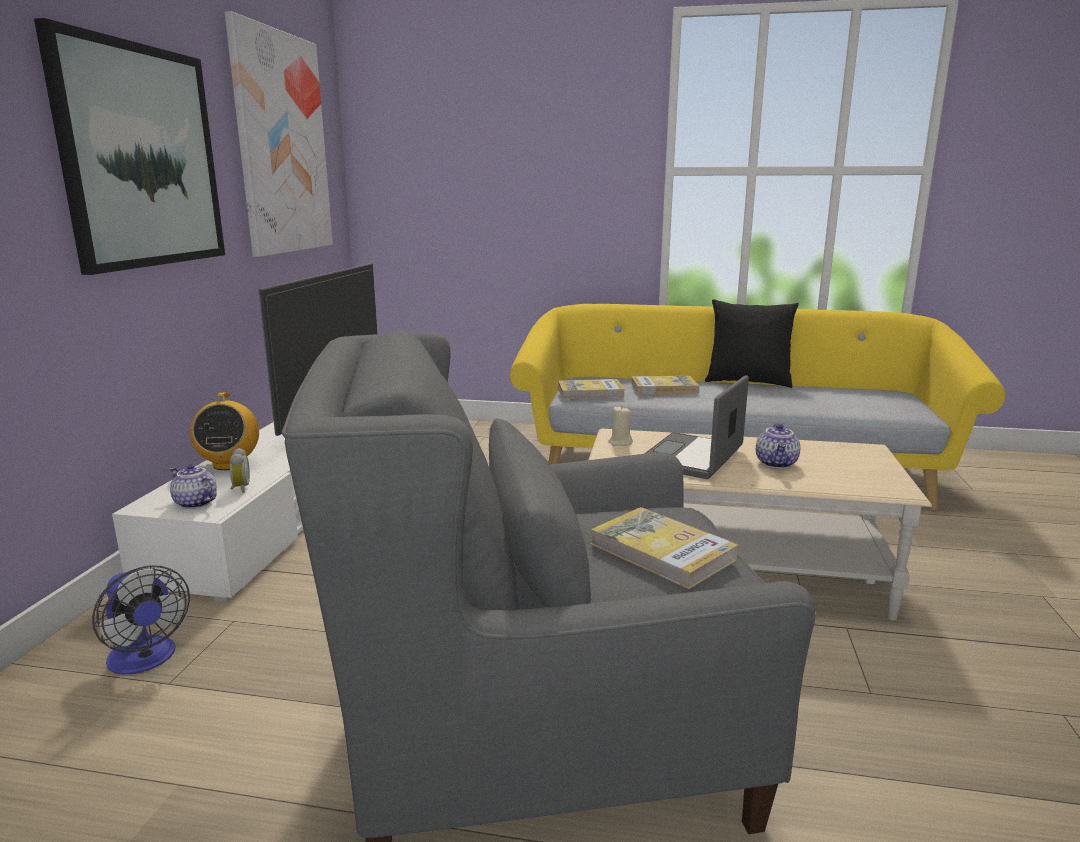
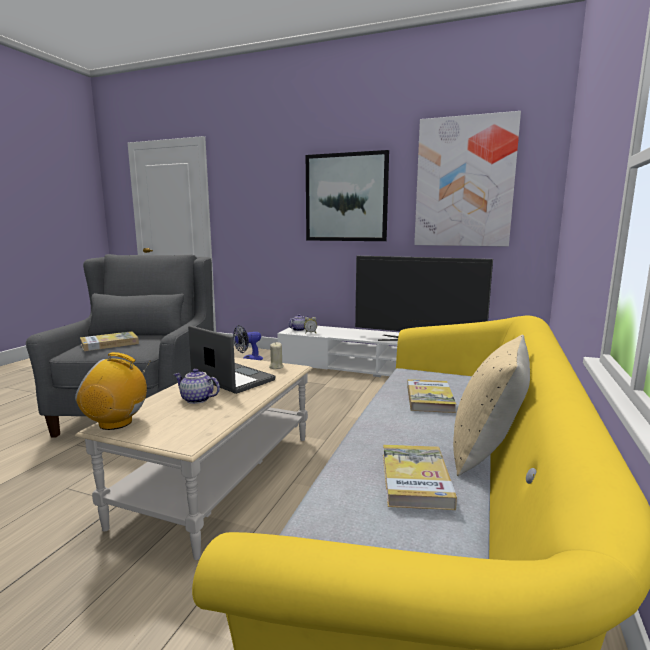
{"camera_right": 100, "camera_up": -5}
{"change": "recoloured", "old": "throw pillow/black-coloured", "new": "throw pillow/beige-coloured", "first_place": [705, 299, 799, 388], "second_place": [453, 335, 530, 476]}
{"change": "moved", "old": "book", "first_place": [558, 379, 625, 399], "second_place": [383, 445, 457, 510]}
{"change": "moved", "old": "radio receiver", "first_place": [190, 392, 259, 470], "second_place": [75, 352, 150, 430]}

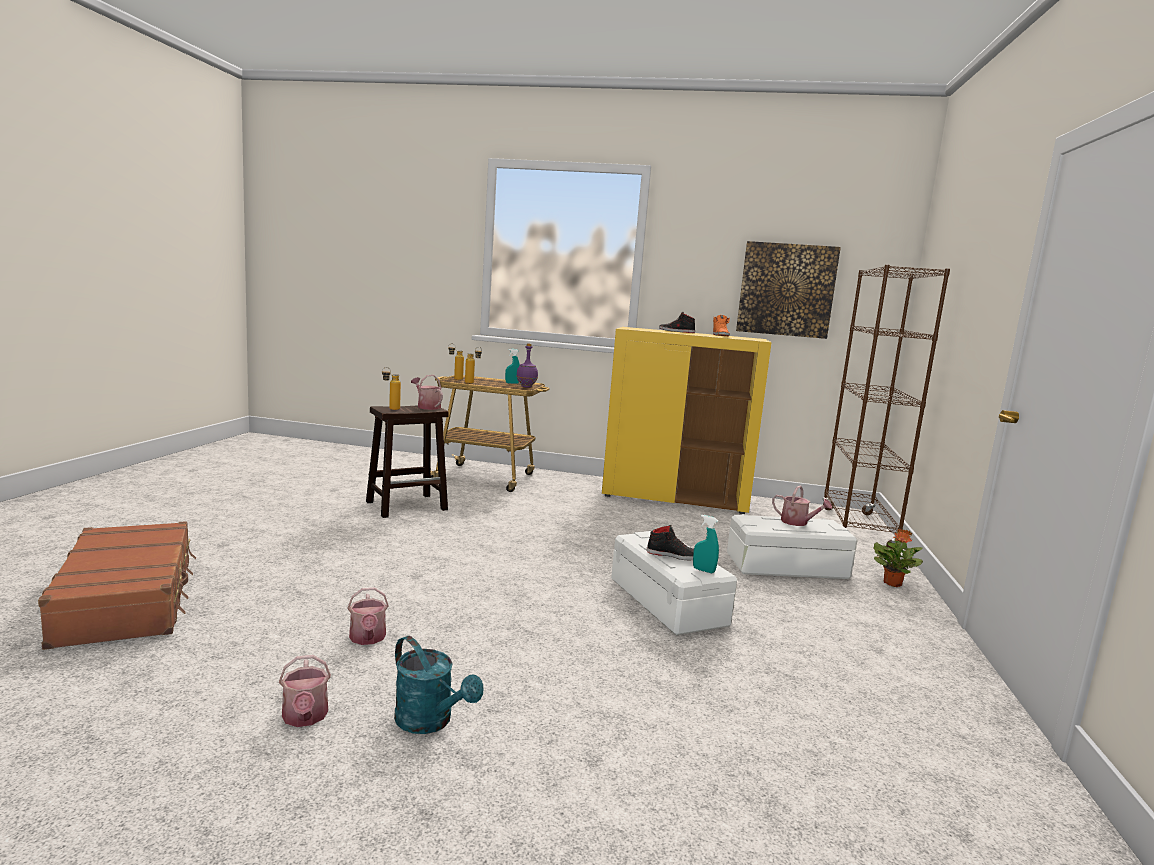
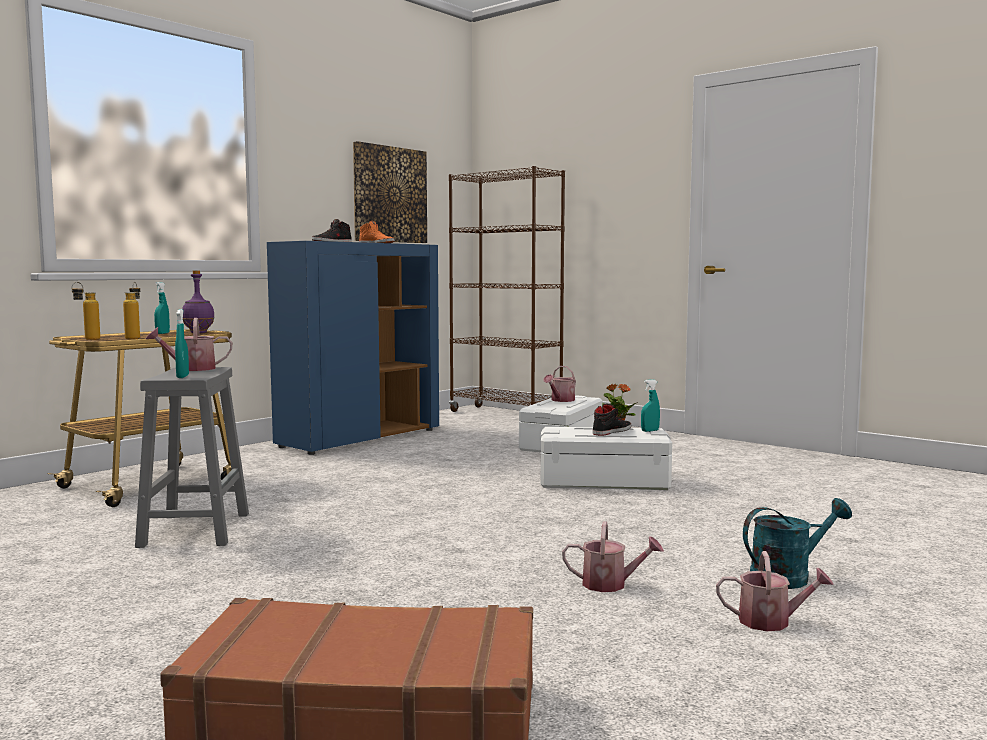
{"camera_right": -60, "camera_up": -5}
{"change": "recoloured", "old": "cabinet/yellow-coloured", "new": "cabinet/blue-coloured", "first_place": [602, 327, 772, 514], "second_place": [267, 241, 439, 455]}
{"change": "replaced", "old": "beverage bottle", "new": "spray bottle/blue-green", "first_place": [382, 367, 401, 410], "second_place": [175, 309, 189, 378]}
{"change": "recoloured", "old": "stool/brown", "new": "stool/gray", "first_place": [366, 405, 448, 518], "second_place": [135, 367, 249, 548]}
{"change": "turned", "old": "watering pot", "first_place": [772, 485, 832, 526], "second_place": [544, 366, 576, 402], "degrees": 150}

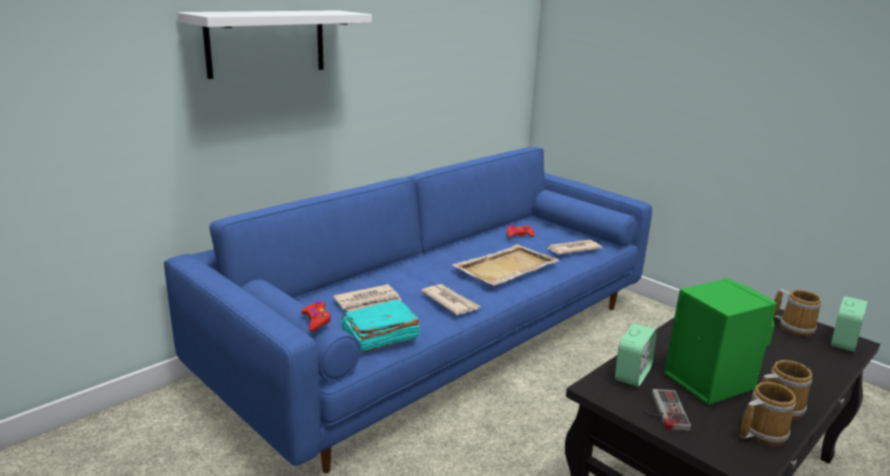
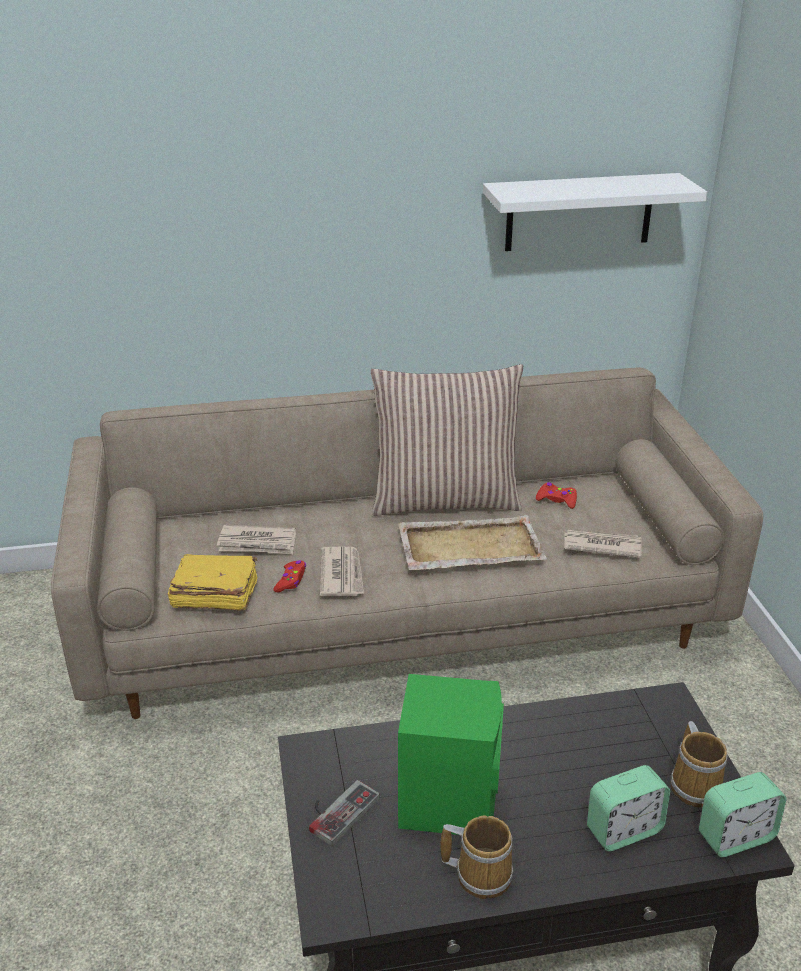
{"camera_right": 35, "camera_up": 10}
{"change": "moved", "old": "bracket shelf/white-coloured", "first_place": [177, 10, 372, 79], "second_place": [483, 173, 707, 251]}
{"change": "recoloured", "old": "settee/blue-coloured", "new": "settee/beige-coloured", "first_place": [164, 147, 652, 473], "second_place": [51, 367, 763, 719]}
{"change": "recoloured", "old": "book/blue-green", "new": "book/yellow-coloured", "first_place": [341, 300, 420, 354], "second_place": [168, 554, 257, 610]}
{"change": "moved", "old": "joypad/reddish", "first_place": [301, 301, 331, 332], "second_place": [273, 560, 306, 592]}
{"change": "moved", "old": "bedside clock", "first_place": [615, 323, 657, 387], "second_place": [587, 765, 670, 851]}
{"change": "removed", "old": "mug", "first_place": [740, 382, 796, 446]}
{"change": "added", "new": "throw pillow", "second_place": [371, 364, 523, 516]}

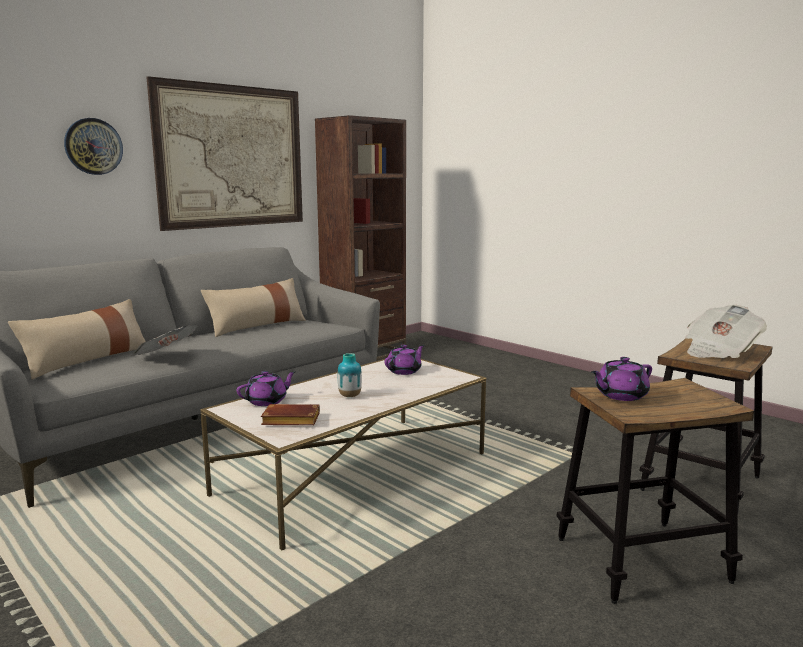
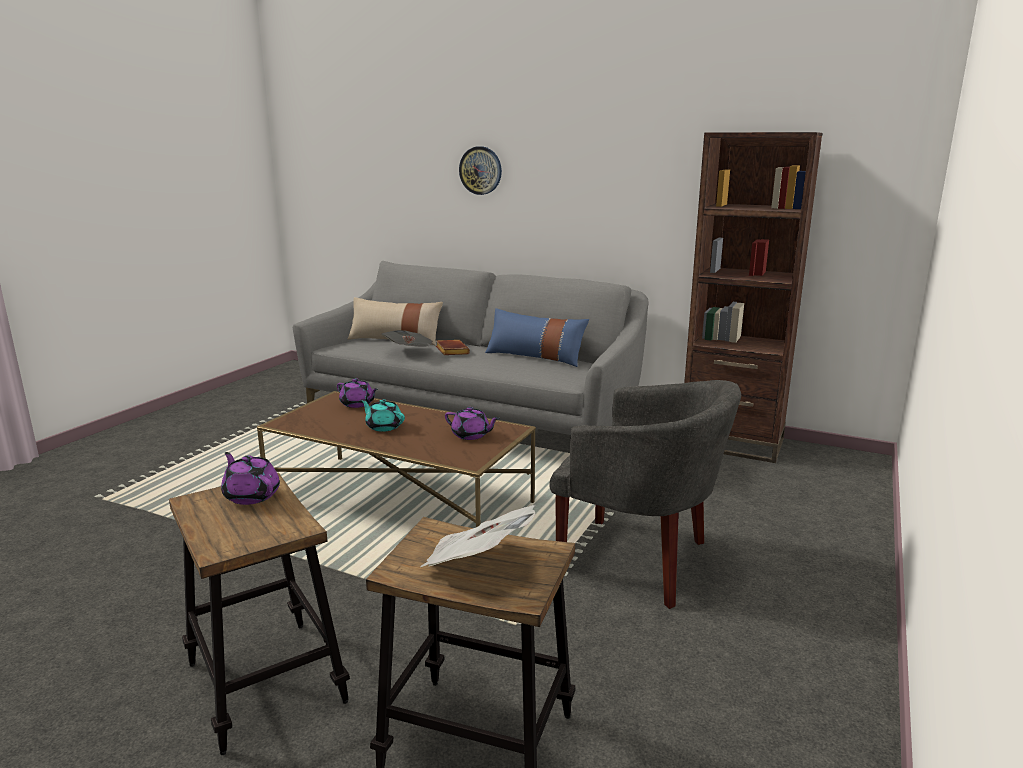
{"camera_right": 70, "camera_up": 5}
{"change": "removed", "old": "wall picture", "first_place": [146, 76, 303, 231]}
{"change": "recoloured", "old": "throw pillow/beige-coloured", "new": "throw pillow/blue-coloured", "first_place": [201, 278, 306, 337], "second_place": [485, 308, 589, 367]}
{"change": "replaced", "old": "flower vase", "new": "teapot/blue-green", "first_place": [338, 353, 362, 397], "second_place": [361, 399, 405, 432]}
{"change": "recoloured", "old": "lounge table/white-coloured", "new": "lounge table/brown", "first_place": [200, 359, 486, 550], "second_place": [257, 391, 536, 527]}
{"change": "moved", "old": "book/brown", "first_place": [261, 404, 320, 425], "second_place": [436, 340, 470, 355]}
{"change": "added", "new": "easy chair/gray", "second_place": [550, 380, 741, 609]}

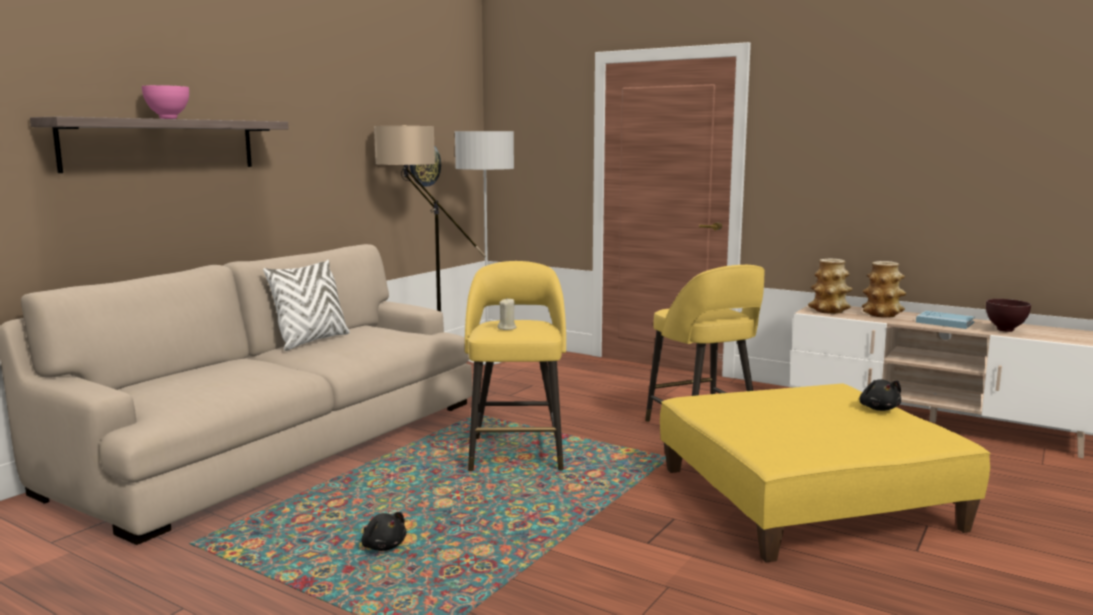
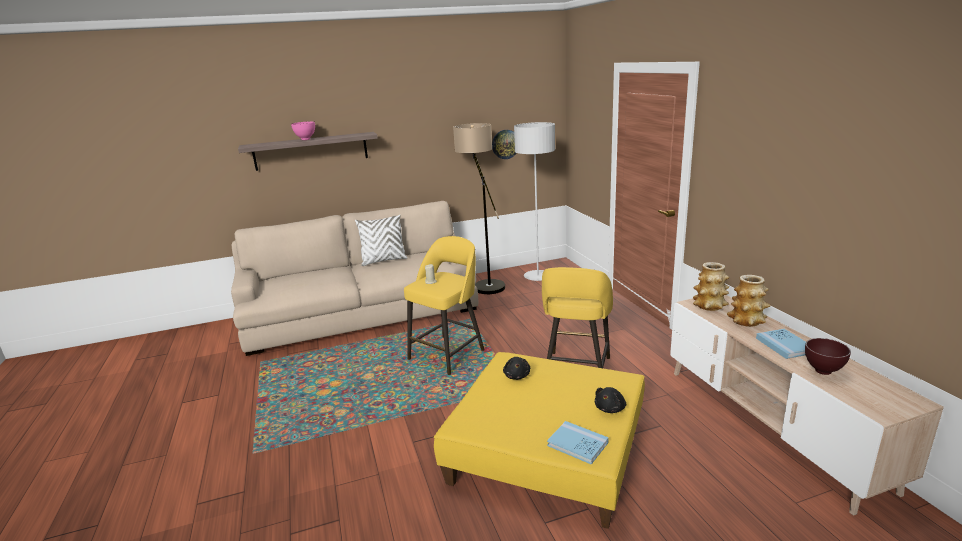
{"camera_right": 40, "camera_up": 10}
{"change": "moved", "old": "plush toy/black-coloured", "first_place": [361, 512, 407, 551], "second_place": [503, 357, 530, 380]}
{"change": "added", "new": "book/blue-coloured", "second_place": [547, 421, 609, 464]}

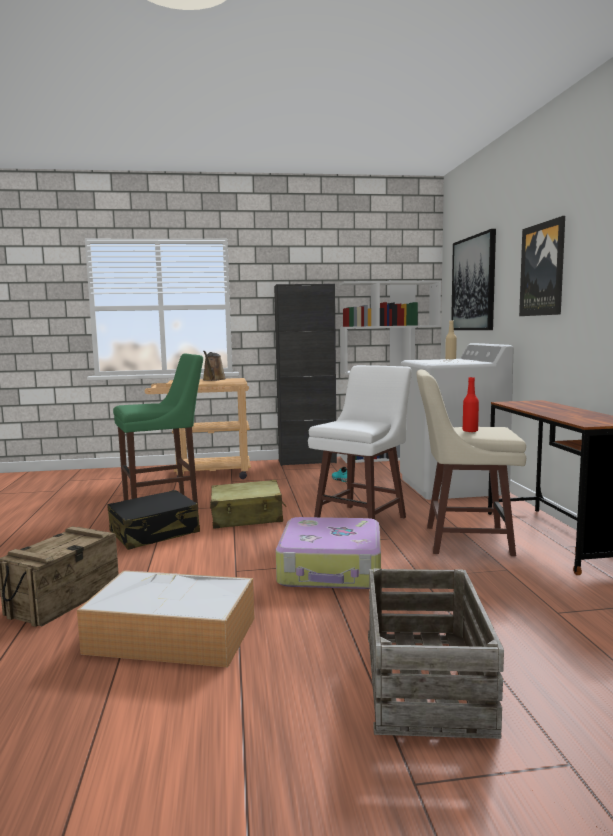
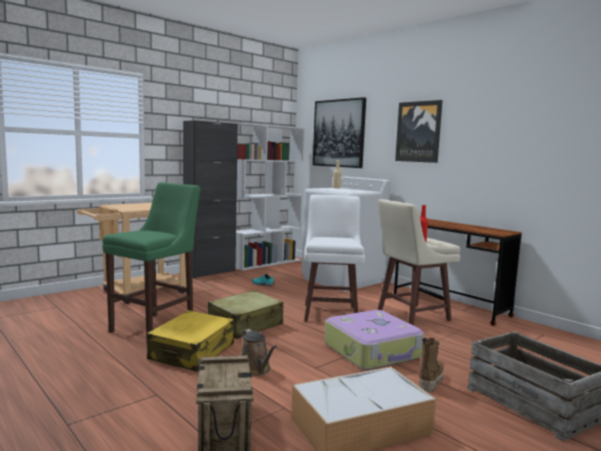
{"camera_right": -35, "camera_up": 0}
{"change": "moved", "old": "watering pot/brown", "first_place": [203, 351, 226, 381], "second_place": [240, 329, 277, 376]}
{"change": "recoloured", "old": "travel case/black-coloured", "new": "travel case/yellow-coloured", "first_place": [107, 490, 200, 550], "second_place": [147, 310, 234, 372]}
{"change": "added", "new": "high-top boot", "second_place": [419, 338, 444, 392]}

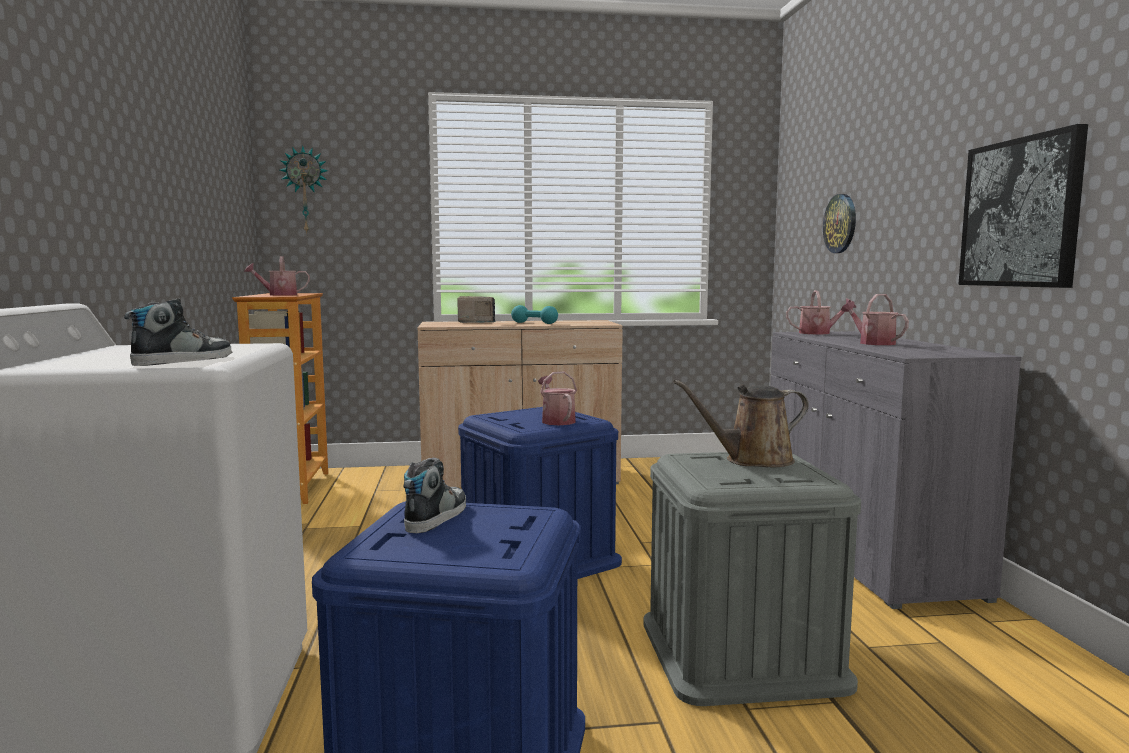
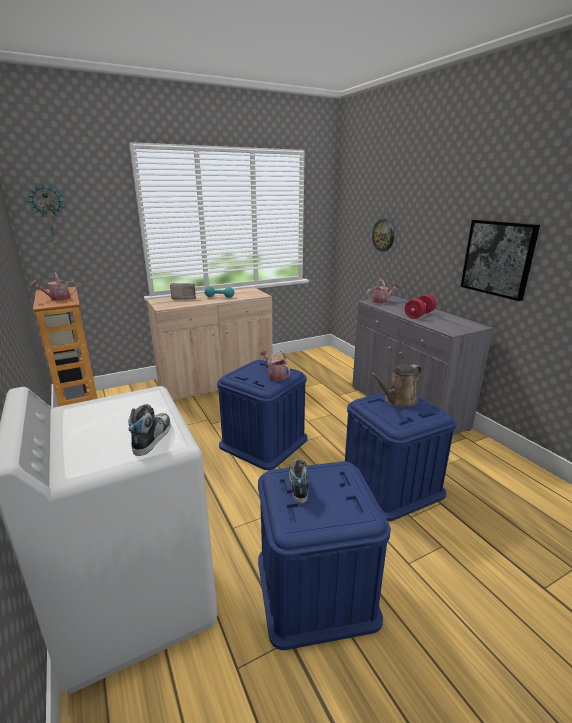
{"camera_right": -20, "camera_up": 15}
{"change": "replaced", "old": "watering pot", "new": "free weight/reddish", "first_place": [841, 294, 909, 345], "second_place": [405, 294, 436, 319]}
{"change": "recoloured", "old": "storage box/gray", "new": "storage box/blue-coloured", "first_place": [643, 452, 861, 706], "second_place": [345, 392, 456, 521]}

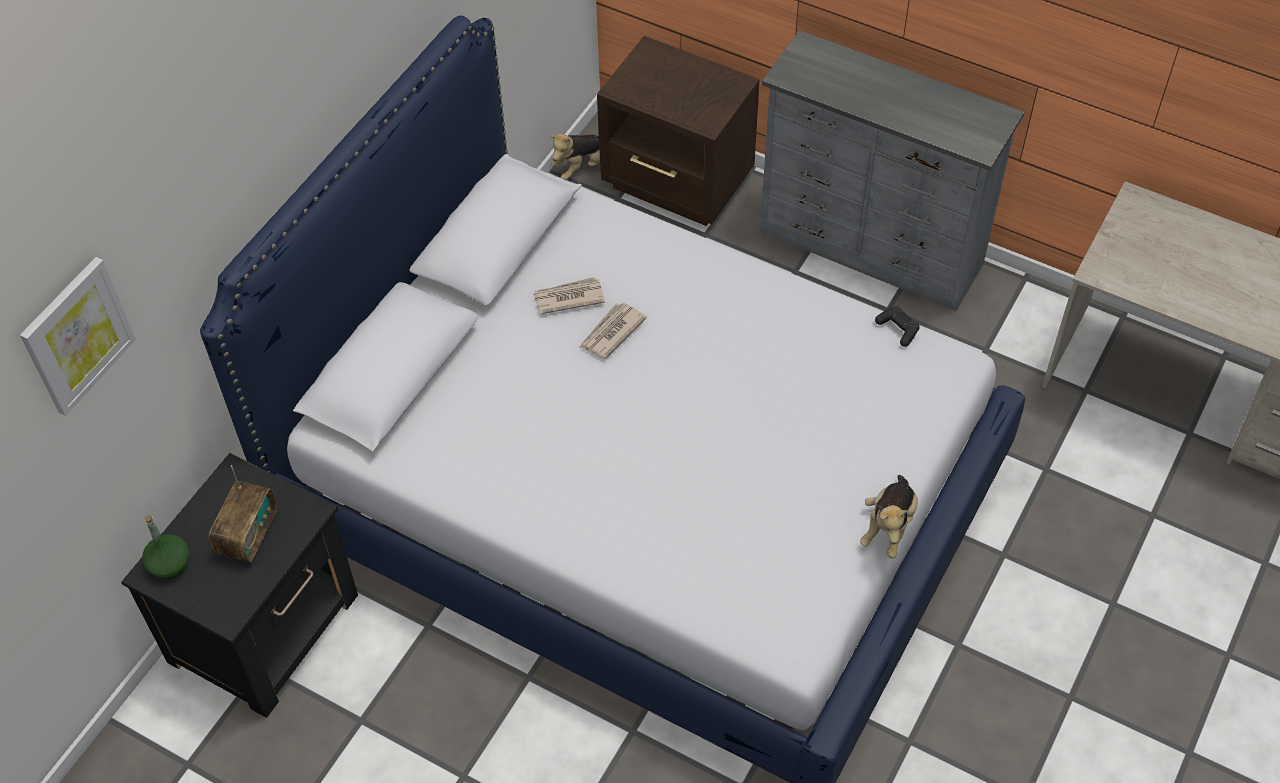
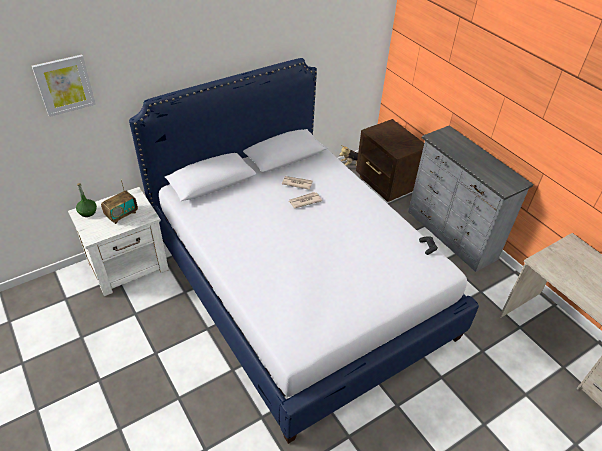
{"camera_right": 25, "camera_up": -10}
{"change": "recoloured", "old": "bedside table/black-coloured", "new": "bedside table/white-coloured", "first_place": [121, 453, 358, 718], "second_place": [68, 187, 169, 296]}
{"change": "removed", "old": "plush toy", "first_place": [860, 475, 918, 559]}

